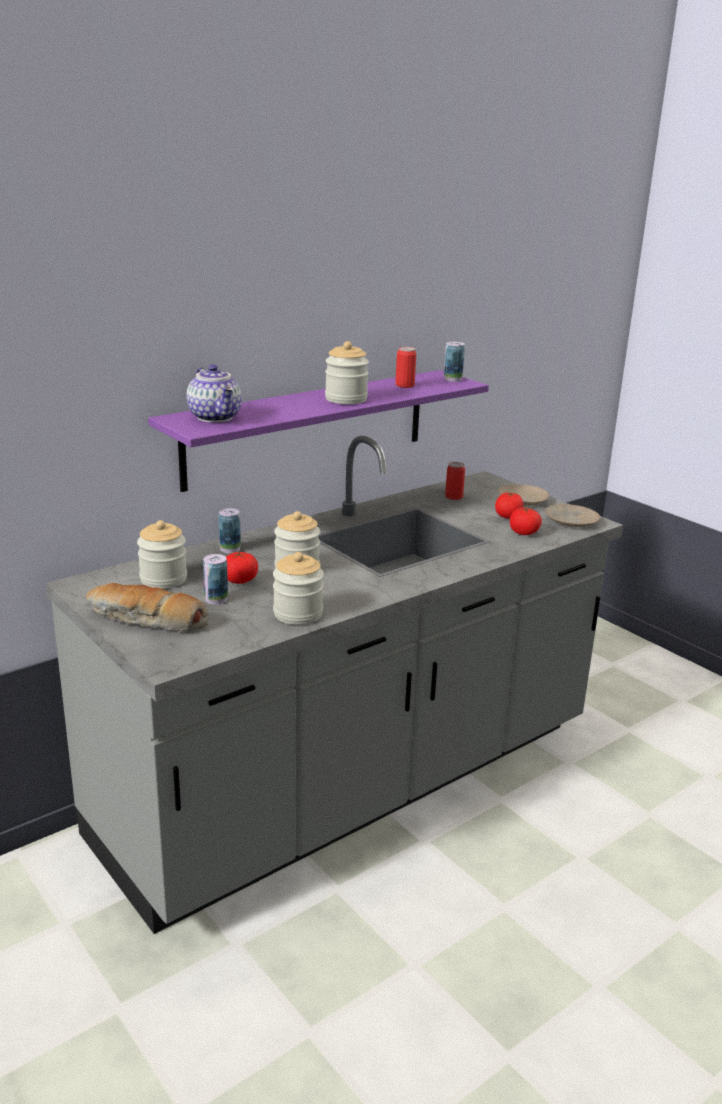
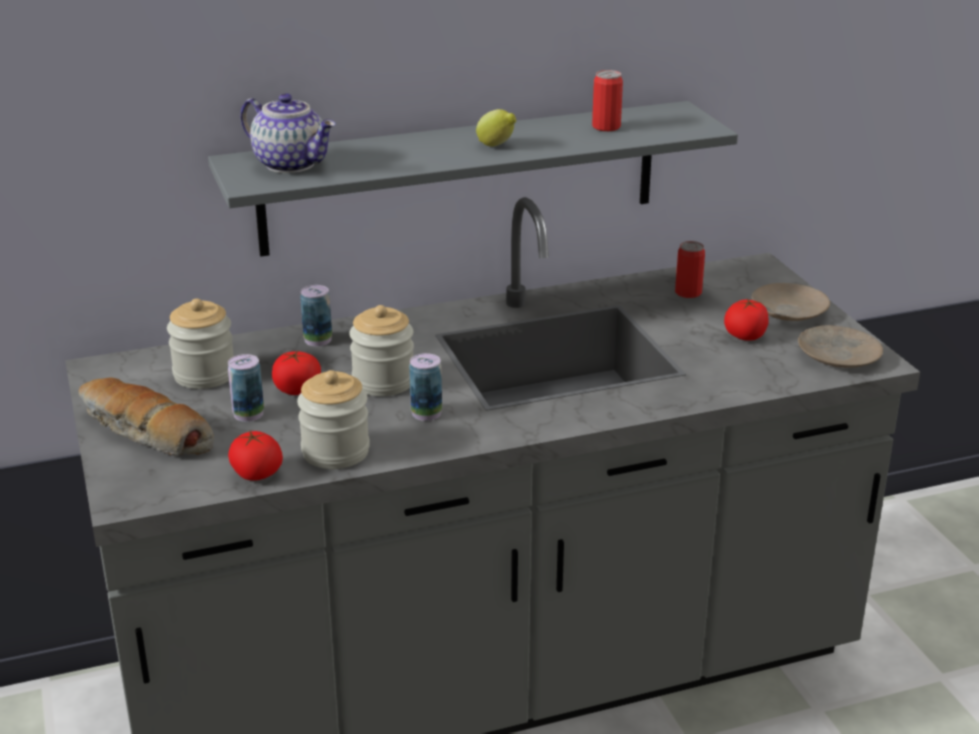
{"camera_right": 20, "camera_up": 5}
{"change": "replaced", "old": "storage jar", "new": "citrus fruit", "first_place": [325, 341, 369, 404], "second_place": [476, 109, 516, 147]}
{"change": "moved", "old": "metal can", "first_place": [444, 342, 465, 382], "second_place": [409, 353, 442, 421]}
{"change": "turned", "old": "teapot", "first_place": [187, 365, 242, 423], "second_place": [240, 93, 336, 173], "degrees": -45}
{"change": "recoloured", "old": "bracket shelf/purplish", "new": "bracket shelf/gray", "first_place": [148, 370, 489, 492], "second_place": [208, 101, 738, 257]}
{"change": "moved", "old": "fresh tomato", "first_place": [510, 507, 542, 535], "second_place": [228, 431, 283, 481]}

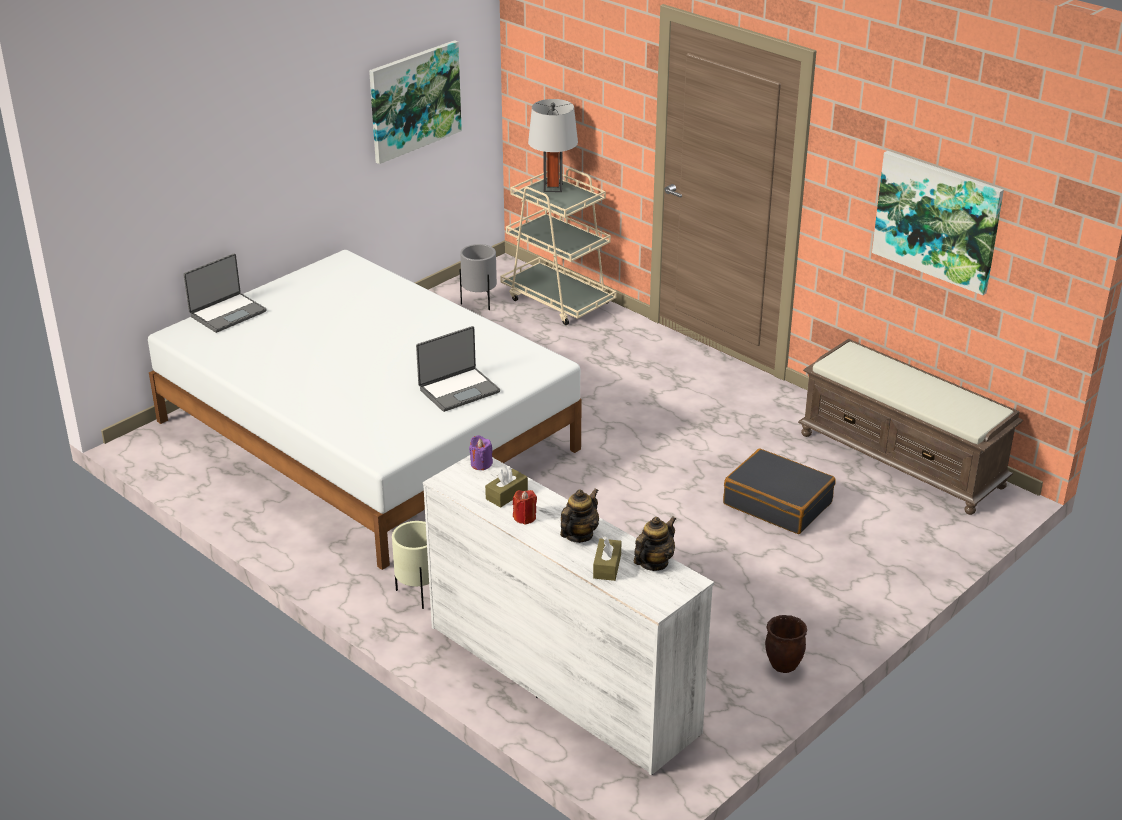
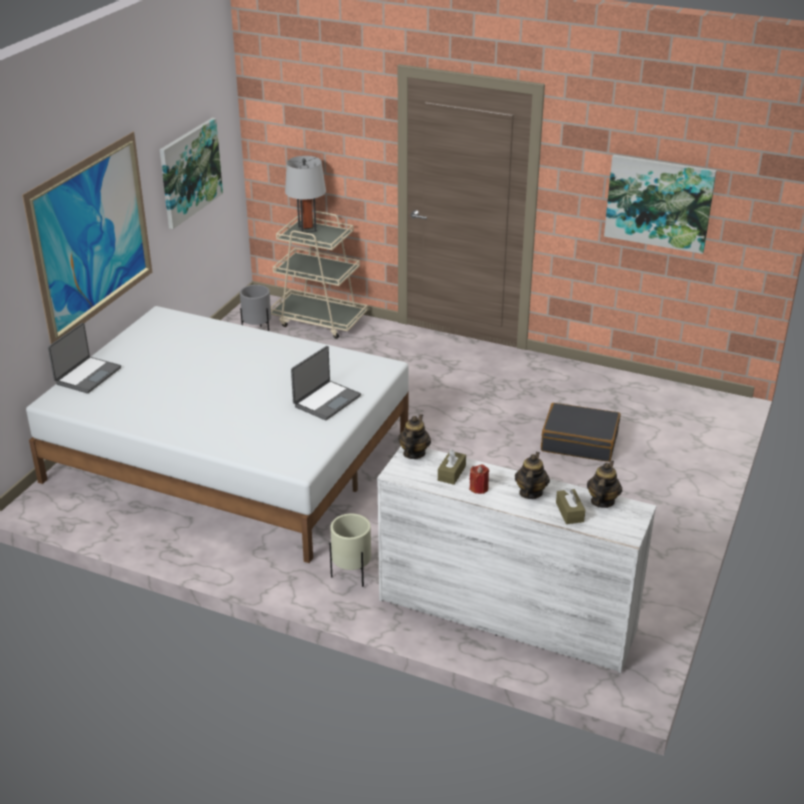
{"camera_right": -20, "camera_up": 0}
{"change": "removed", "old": "indoor bench/brown", "first_place": [798, 339, 1023, 515]}
{"change": "replaced", "old": "wax light/purplish", "new": "teapot", "first_place": [469, 435, 493, 470], "second_place": [398, 414, 431, 459]}
{"change": "removed", "old": "plant pot/brown", "first_place": [765, 615, 807, 673]}
{"change": "added", "new": "wall picture", "second_place": [22, 132, 152, 345]}

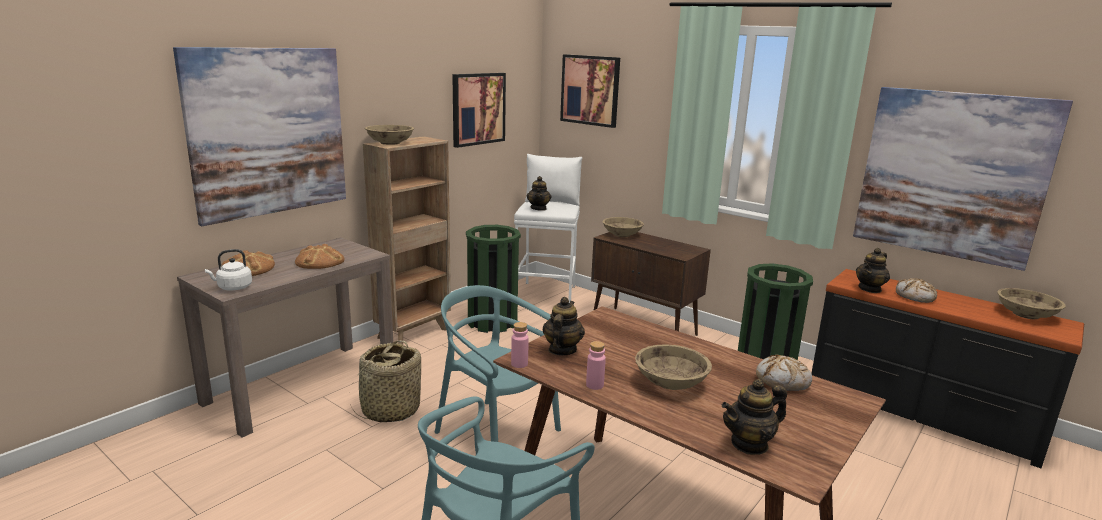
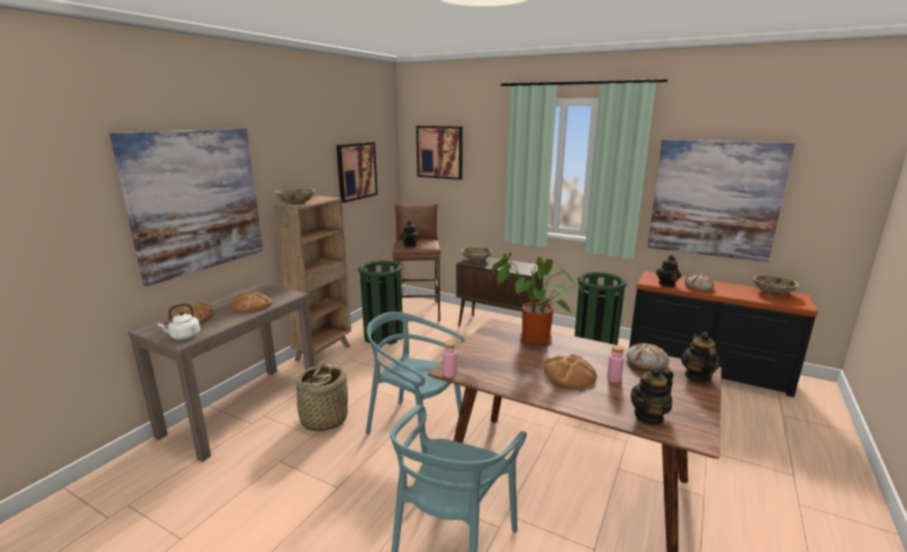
{"camera_right": -10, "camera_up": 0}
{"change": "recoloured", "old": "stool/white-coloured", "new": "stool/brown", "first_place": [514, 154, 582, 303], "second_place": [392, 203, 440, 322]}
{"change": "moved", "old": "teapot", "first_place": [543, 297, 585, 355], "second_place": [681, 332, 721, 382]}
{"change": "moved", "old": "beverage bottle/pinkish", "first_place": [586, 341, 606, 390], "second_place": [607, 345, 624, 383]}
{"change": "replaced", "old": "deep dish/beige-coloured", "new": "bread", "first_place": [635, 344, 712, 390], "second_place": [544, 354, 597, 387]}
{"change": "added", "new": "plant in a pot", "second_place": [492, 253, 583, 345]}

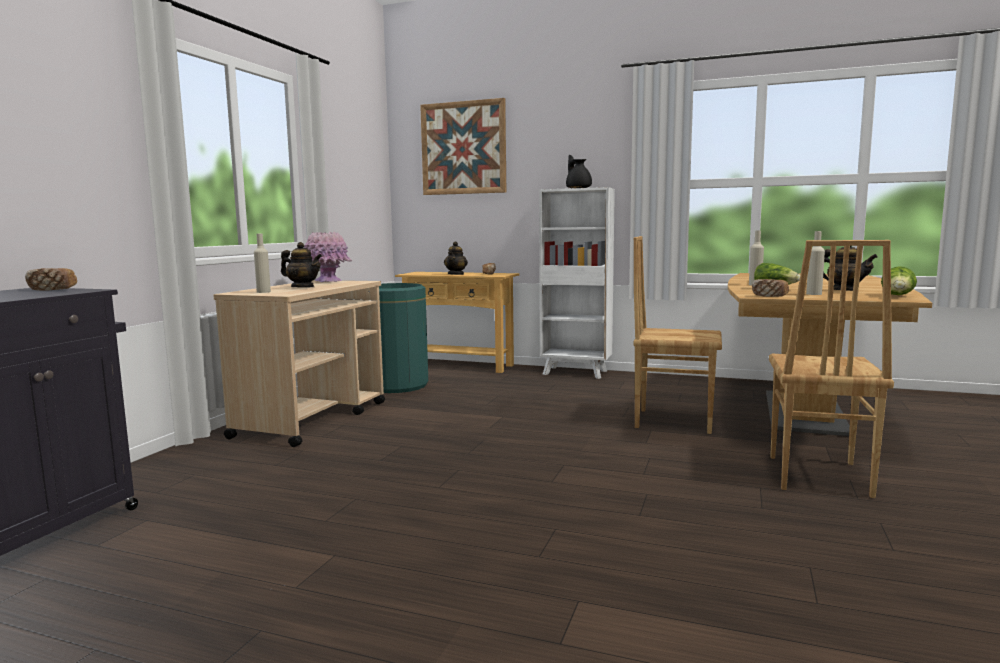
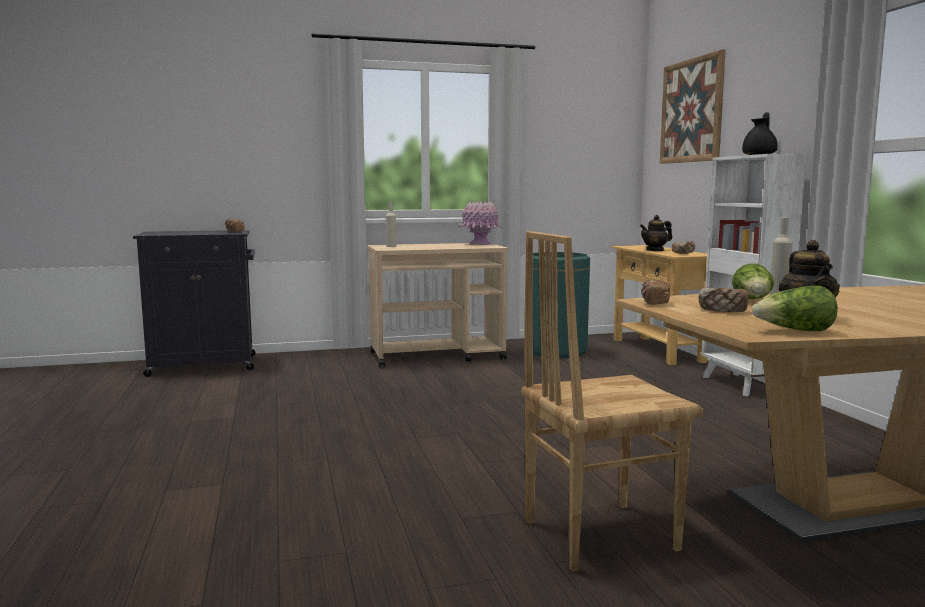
{"camera_right": 55, "camera_up": 0}
{"change": "replaced", "old": "beverage bottle/beige-coloured", "new": "bread", "first_place": [806, 231, 825, 295], "second_place": [699, 287, 749, 312]}
{"change": "removed", "old": "chair/brown", "first_place": [633, 236, 722, 434]}
{"change": "removed", "old": "teapot", "first_place": [281, 242, 322, 287]}

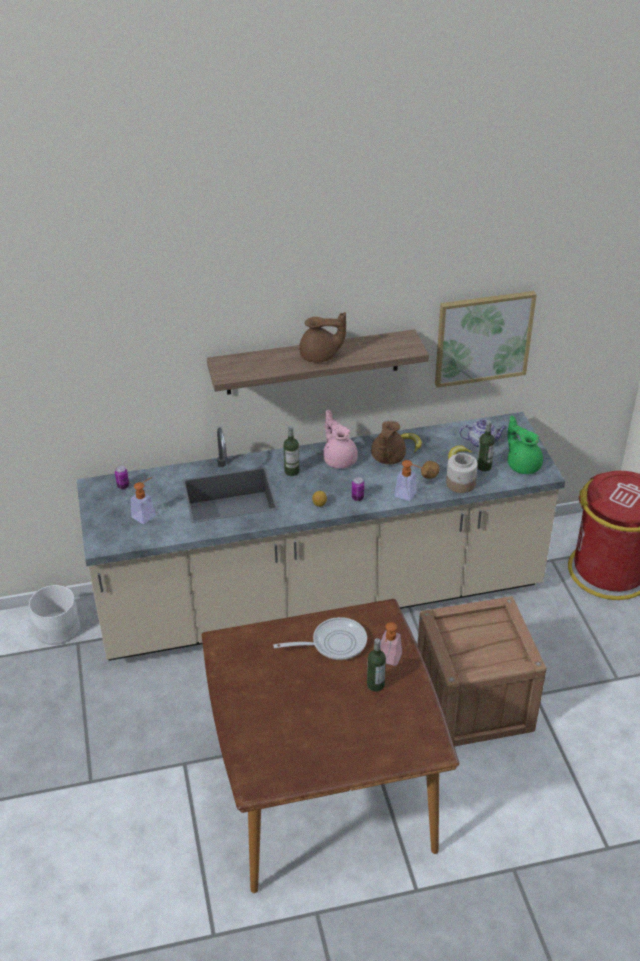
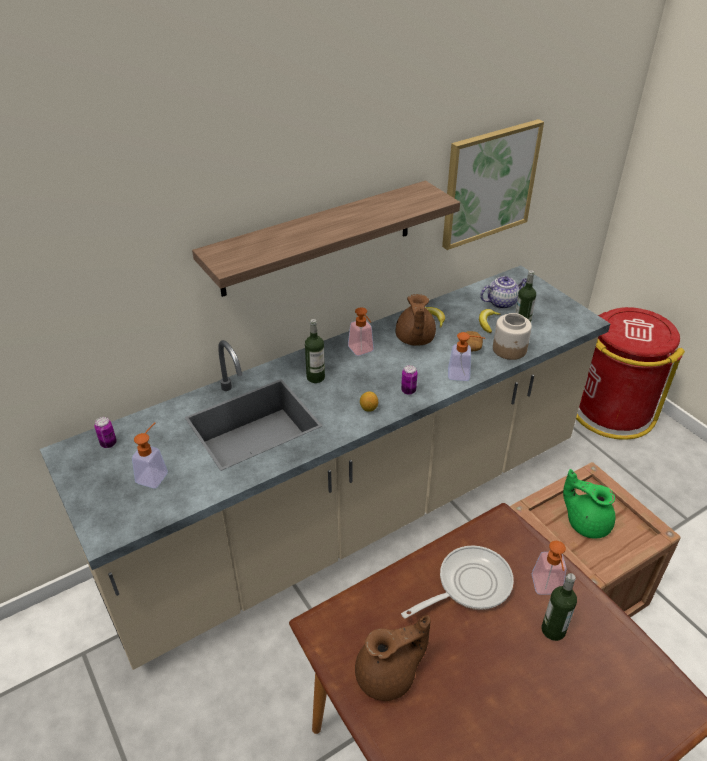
{"camera_right": -20, "camera_up": 0}
{"change": "moved", "old": "teapot/brown", "first_place": [299, 312, 346, 362], "second_place": [355, 615, 431, 701]}
{"change": "replaced", "old": "teapot/pinkish", "new": "soap bottle", "first_place": [323, 410, 358, 469], "second_place": [348, 307, 374, 356]}
{"change": "moved", "old": "teapot/greenish", "first_place": [508, 416, 543, 474], "second_place": [563, 469, 615, 539]}
{"change": "removed", "old": "plant pot/white-coloured", "first_place": [28, 585, 80, 645]}

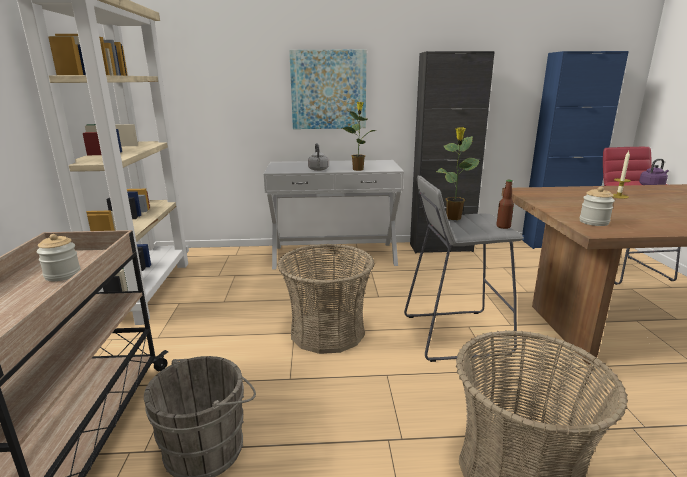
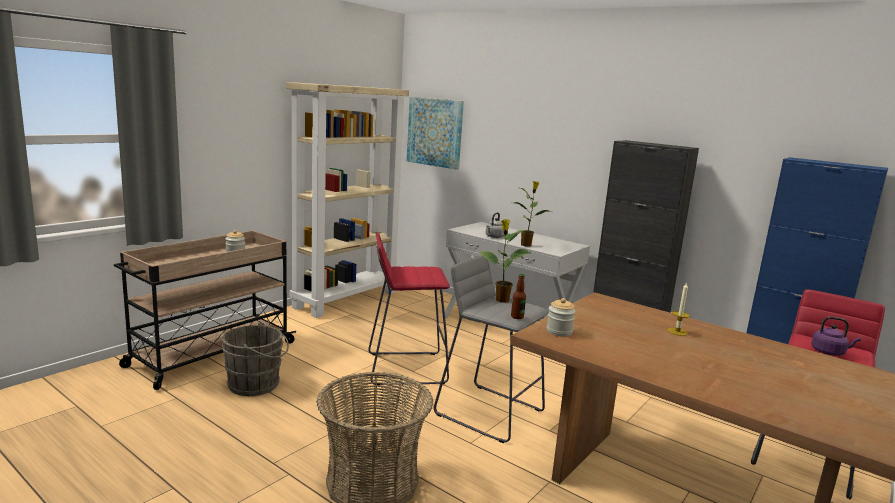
{"camera_right": 40, "camera_up": -5}
{"change": "moved", "old": "wall picture", "first_place": [289, 50, 367, 129], "second_place": [407, 97, 464, 170]}
{"change": "replaced", "old": "basket", "new": "stool/reddish", "first_place": [278, 244, 375, 354], "second_place": [368, 233, 450, 385]}

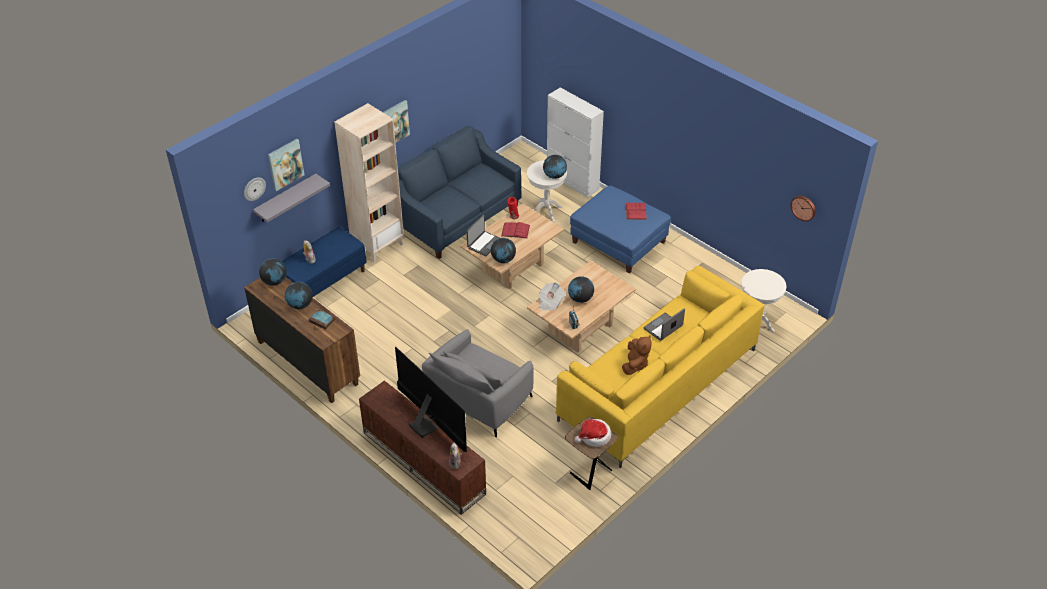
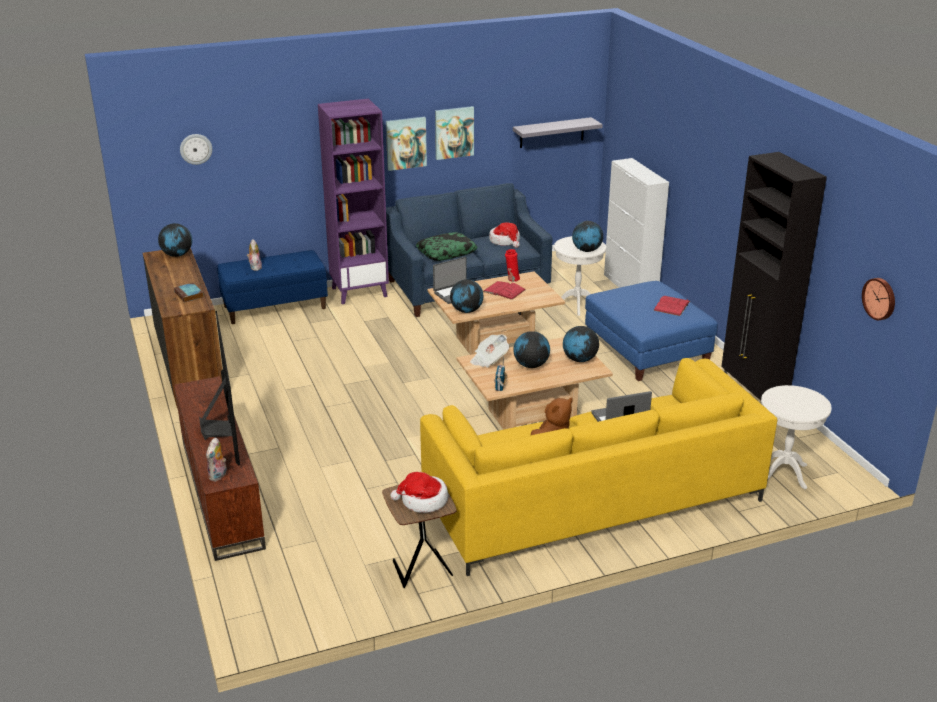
{"camera_right": 25, "camera_up": -15}
{"change": "recoloured", "old": "shelving unit/beige-coloured", "new": "shelving unit/purplish", "first_place": [334, 103, 404, 263], "second_place": [318, 98, 389, 304]}
{"change": "moved", "old": "wall picture", "first_place": [268, 139, 304, 191], "second_place": [435, 106, 474, 160]}
{"change": "moved", "old": "bracket shelf/gray", "first_place": [253, 174, 330, 222], "second_place": [513, 117, 603, 148]}
{"change": "moved", "old": "world globe", "first_place": [285, 282, 313, 309], "second_place": [563, 326, 599, 362]}
{"change": "removed", "old": "easy chair/gray", "first_place": [422, 330, 534, 437]}
{"change": "added", "new": "cabinet/black-coloured", "second_place": [721, 152, 827, 400]}
{"change": "added", "new": "clothing hat", "second_place": [489, 223, 520, 248]}
{"change": "added", "new": "throw pillow", "second_place": [416, 232, 477, 261]}

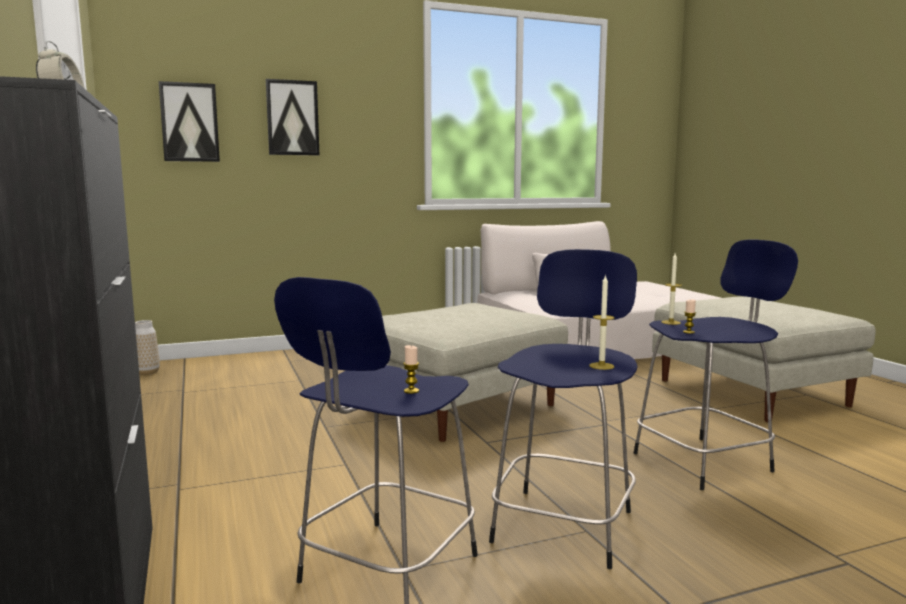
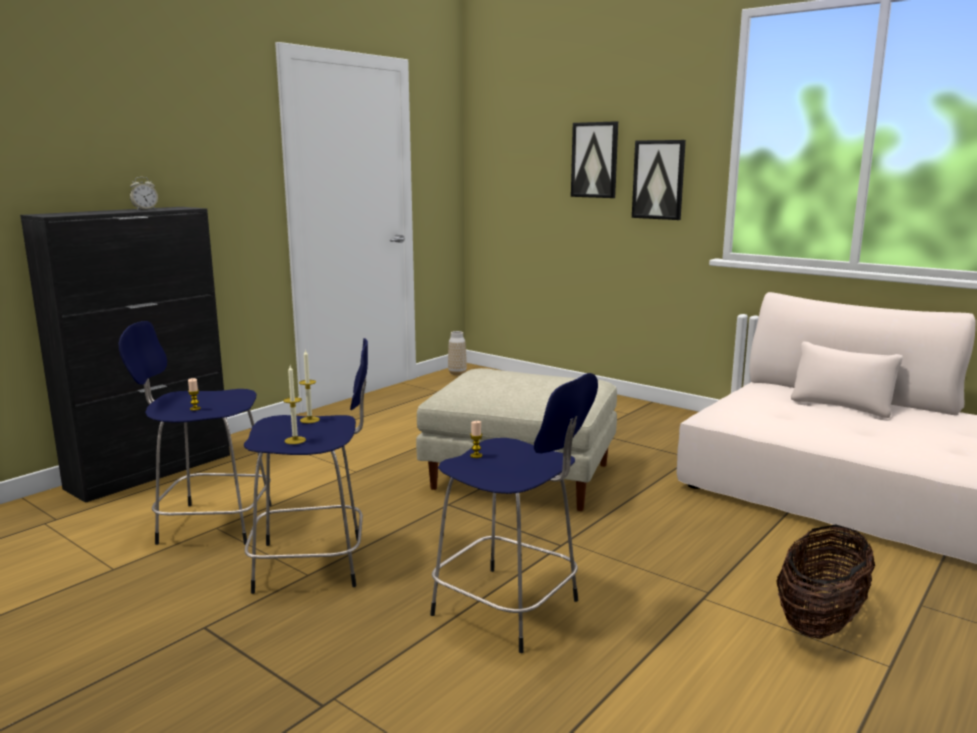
{"camera_right": 60, "camera_up": 5}
{"change": "moved", "old": "wall picture", "first_place": [159, 81, 220, 162], "second_place": [632, 140, 686, 220]}
{"change": "moved", "old": "wax light", "first_place": [661, 253, 682, 325], "second_place": [299, 349, 320, 423]}
{"change": "replaced", "old": "footrest/beige-coloured", "new": "basket", "first_place": [652, 296, 875, 422], "second_place": [776, 524, 875, 639]}

